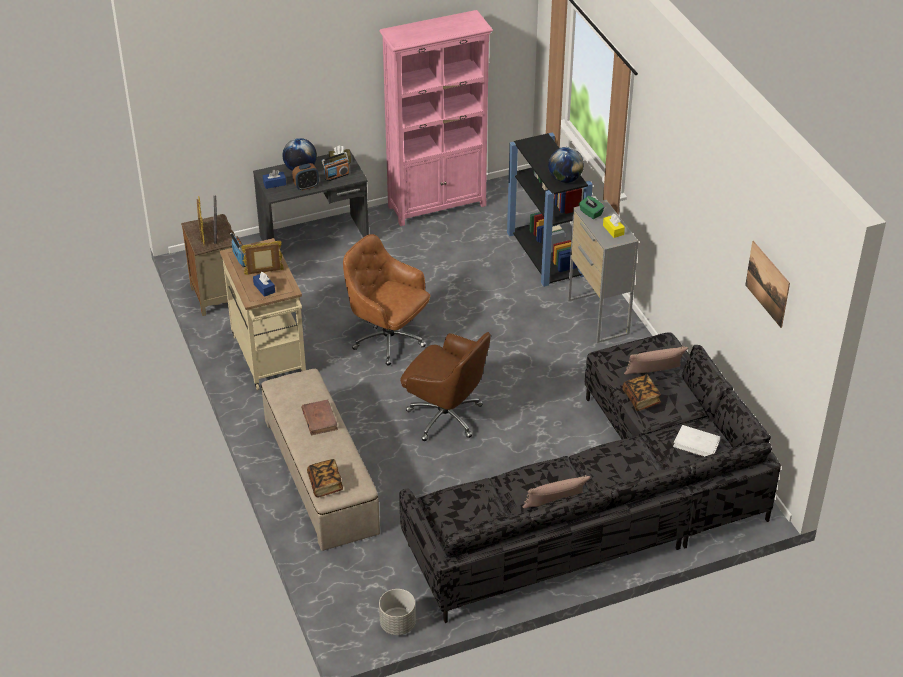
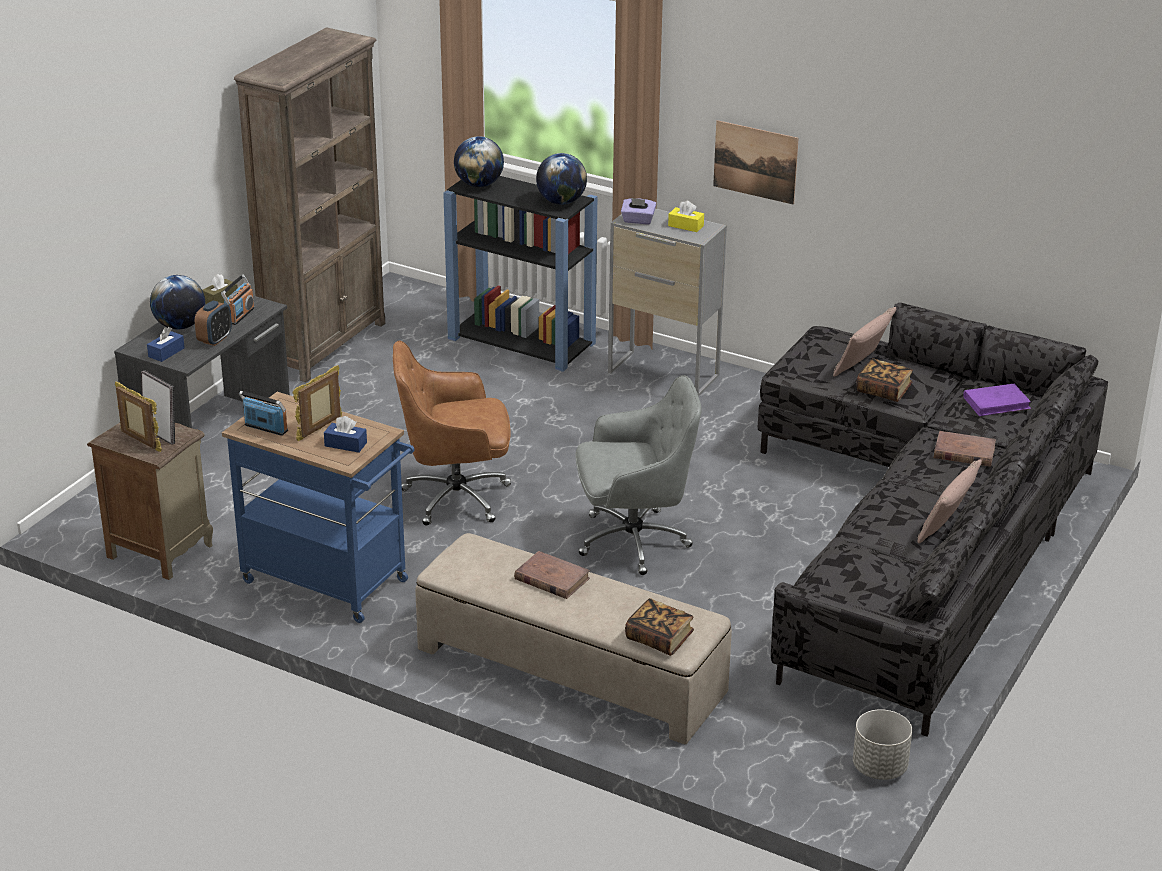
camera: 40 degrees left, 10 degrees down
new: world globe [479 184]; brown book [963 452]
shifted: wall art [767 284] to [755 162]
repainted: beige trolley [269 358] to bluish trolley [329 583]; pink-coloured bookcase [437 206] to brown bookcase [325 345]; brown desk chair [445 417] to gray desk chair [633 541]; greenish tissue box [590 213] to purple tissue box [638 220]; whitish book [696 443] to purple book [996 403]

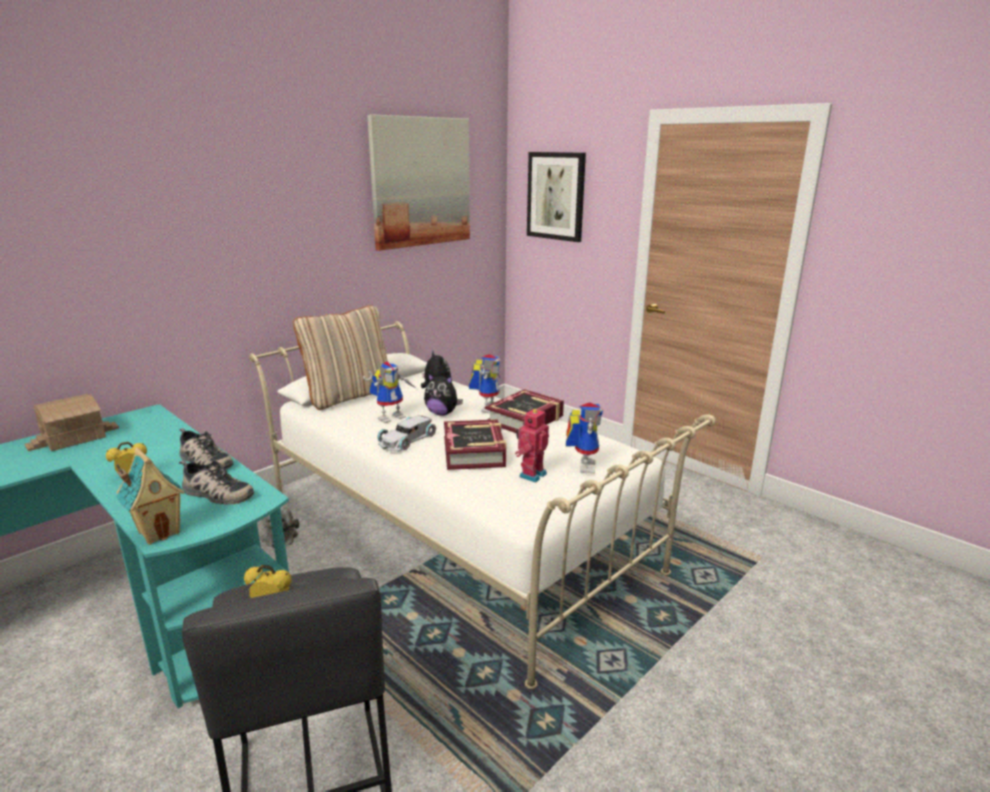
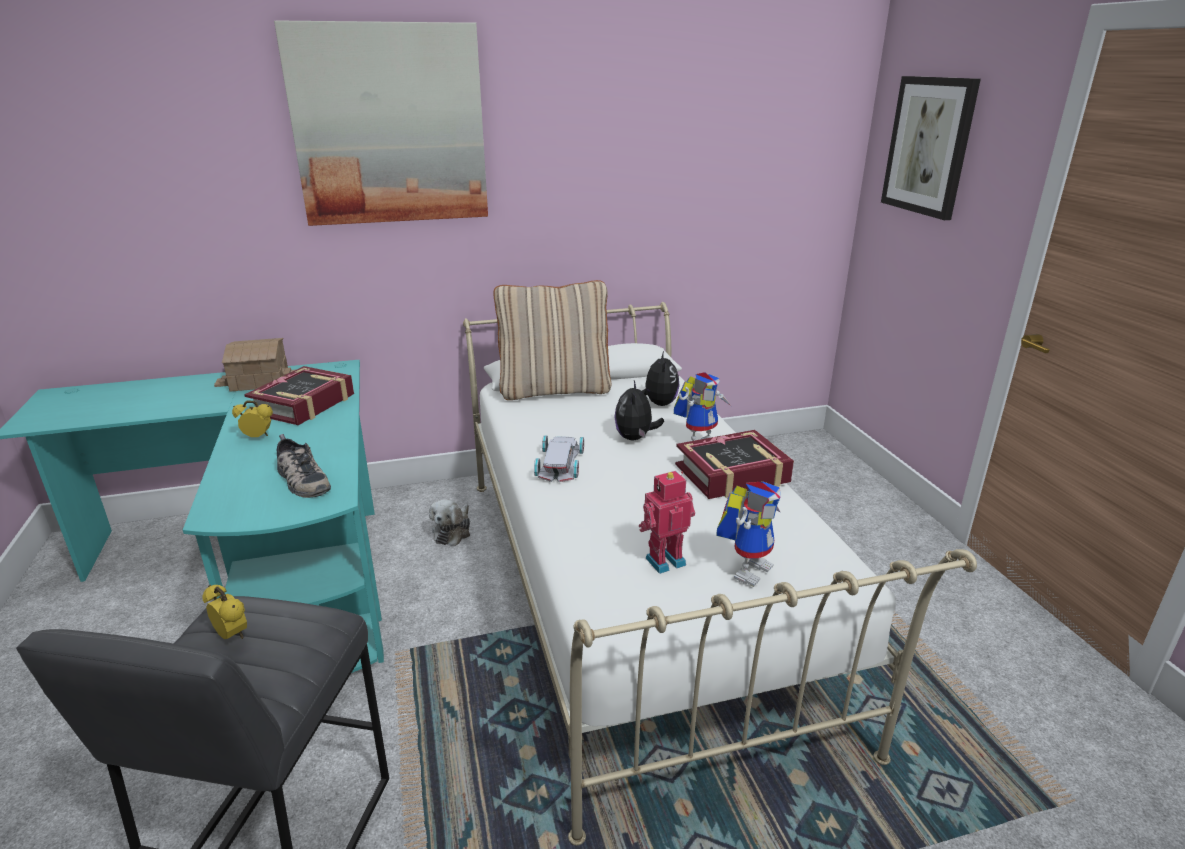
camera: 30 degrees right, 5 degrees up
gone: miniature house [159 532]; shoe [204 461]; robot figure [391 416]
shifted: book [474 452] to [304 404]; wall art [421 182] to [389 126]
rotated: whitish toy car [406 439] = [561 463] 120 degrees clockwise; cuddly toy [442 413] = [635 438] 45 degrees clockwise

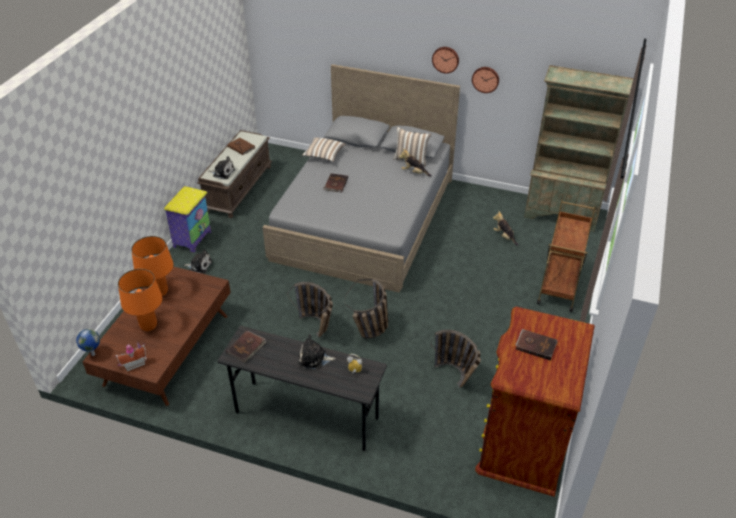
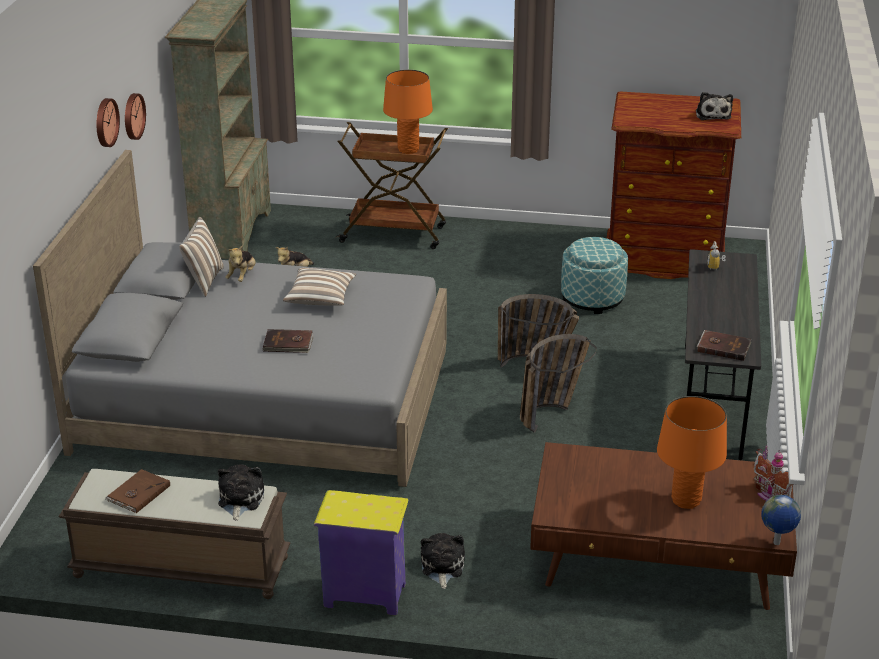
camera: 100 degrees left, 10 degrees down
gone: brown book [536 345]
shifted: pillow [324 155] to [320 298]; orange tabletop lamp [160 291] to [408 150]; cuddly toy [314 358] to [712 114]
swapped: household basket [456 379] to pouffe [592 298]

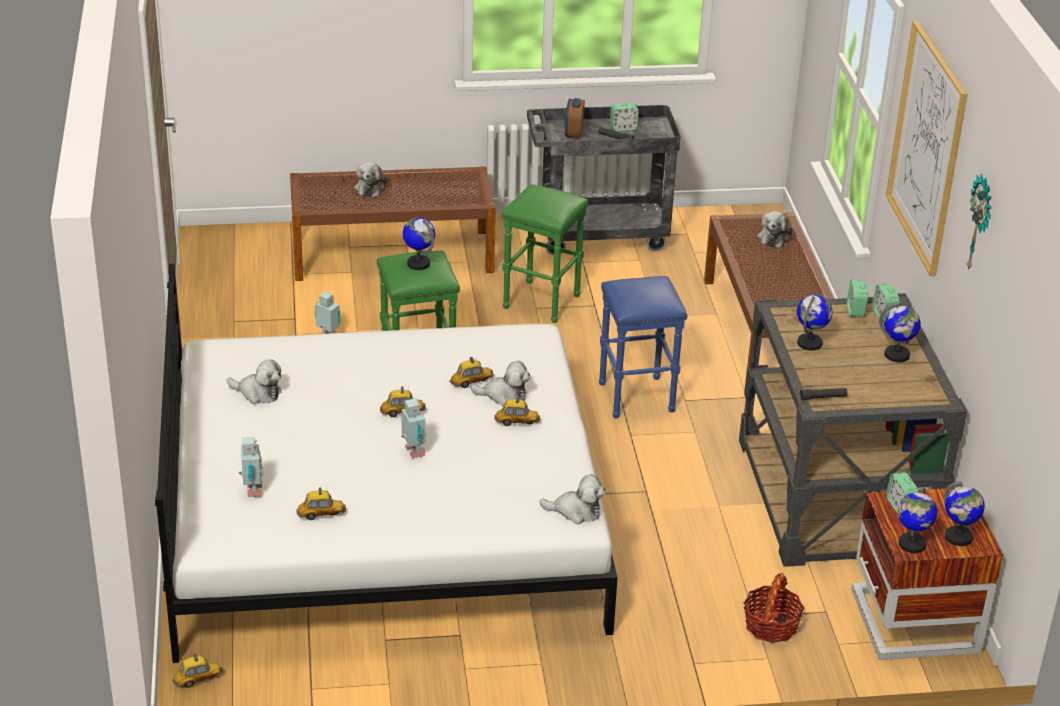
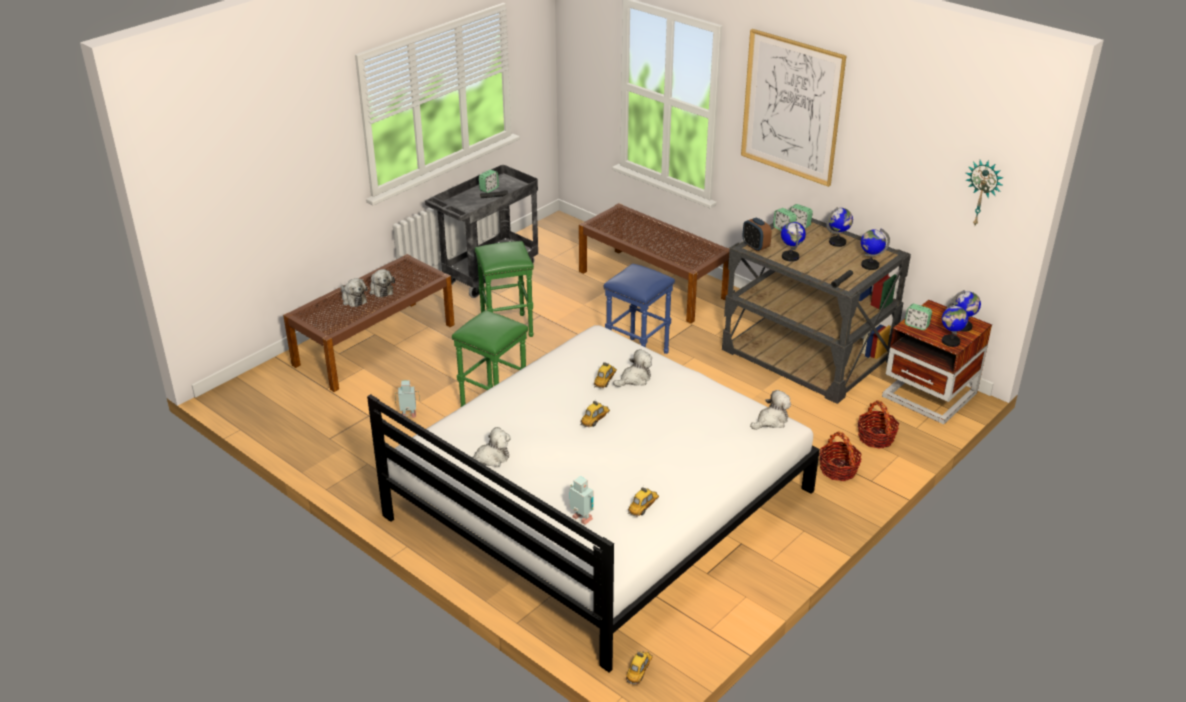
camera: 40 degrees left, 0 degrees up
gone: robot figure [413 452]; toy car [517 422]
new: household basket [838 470]
shifted: cuddly toy [773 237] to [381 289]; alarm clock [573 133] to [755 247]; world globe [418 263] to [869 265]; clock on the wall [981 224] to [982 192]

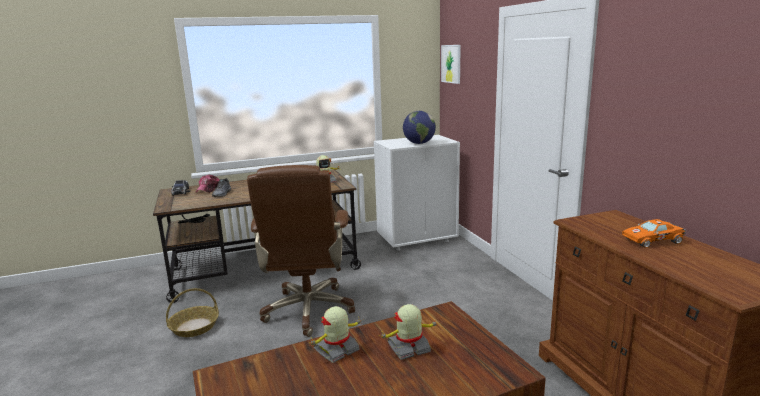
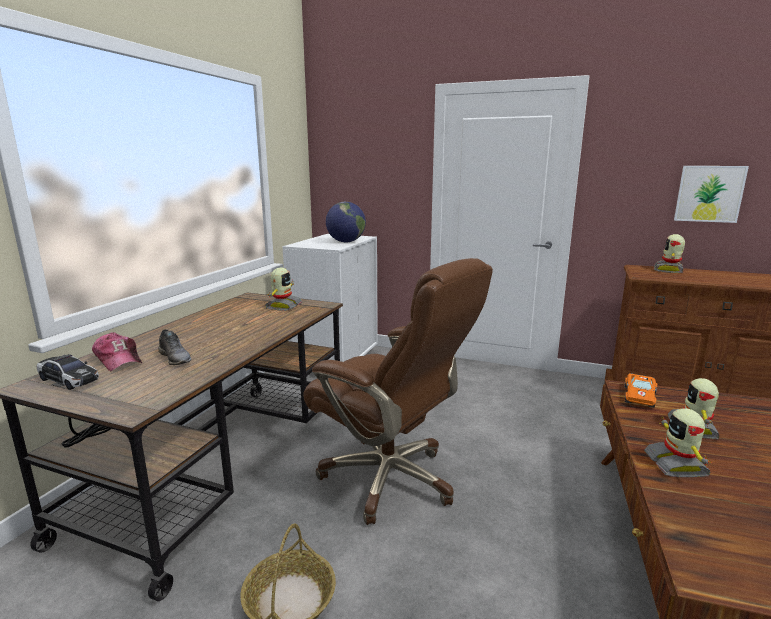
camera: 50 degrees left, 0 degrees up
new: robot figure [669 270]
shifted: orange toy car [653 240] to [639 396]; wall art [451 64] to [709 194]

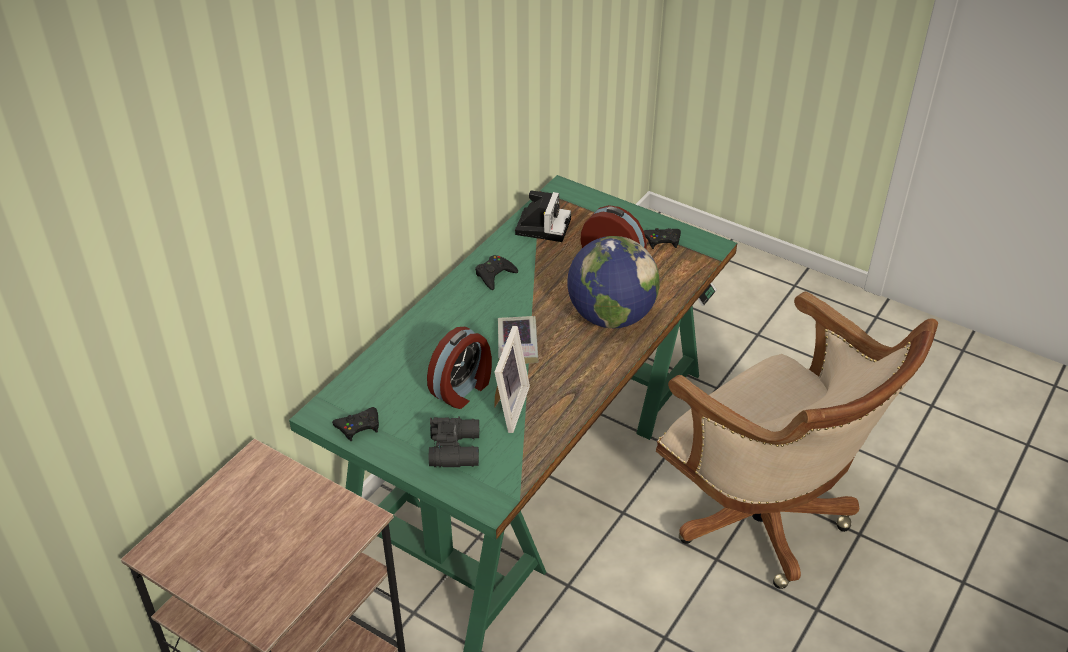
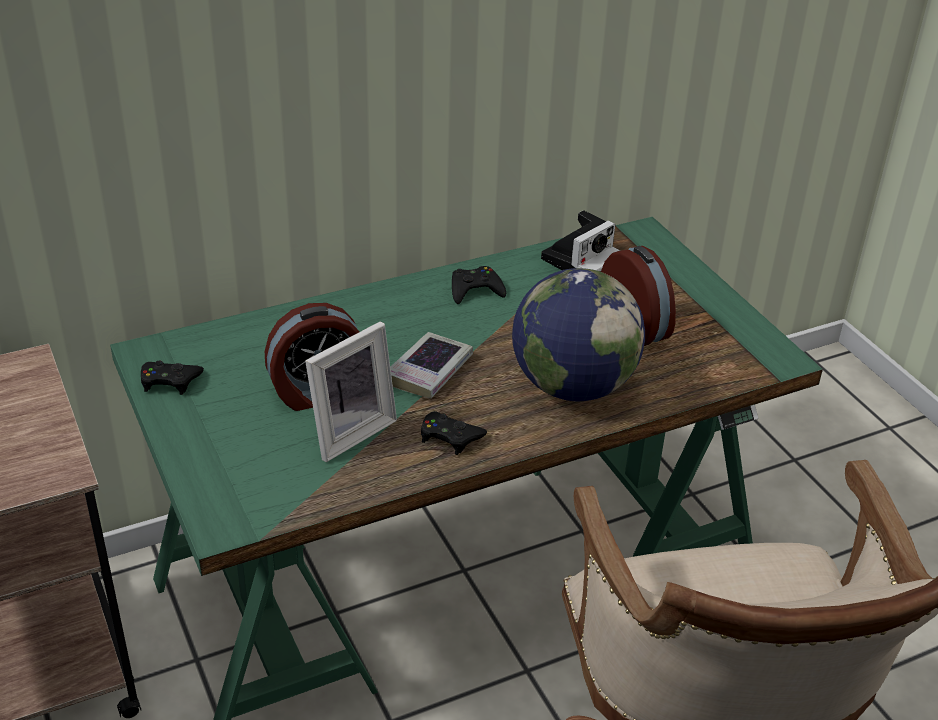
camera: 30 degrees right, 5 degrees down
gone: black-coloured pair of binoculars [456 448]
shifted: black-coloured gamepad [662 240] to [450 437]

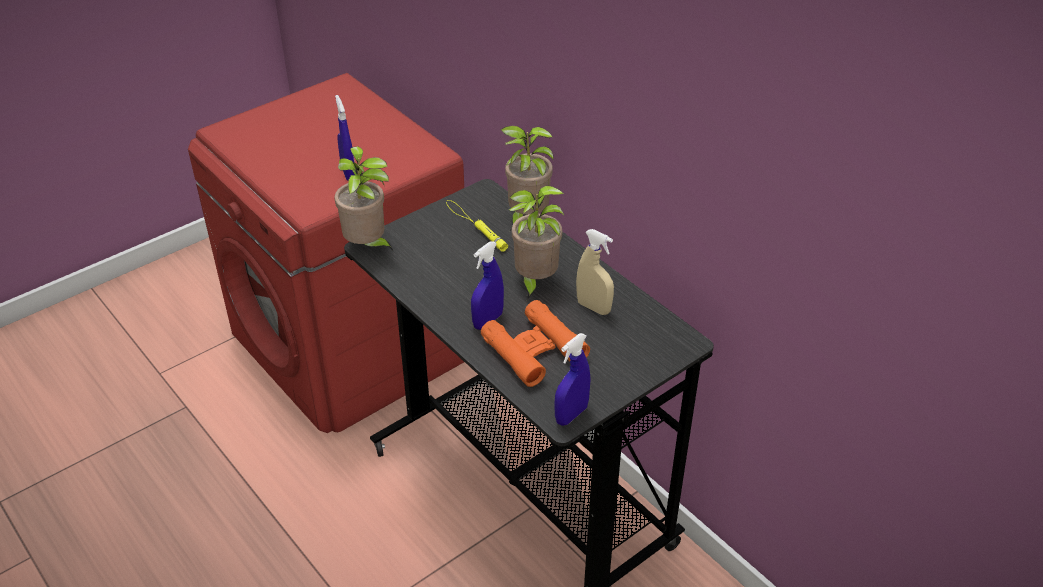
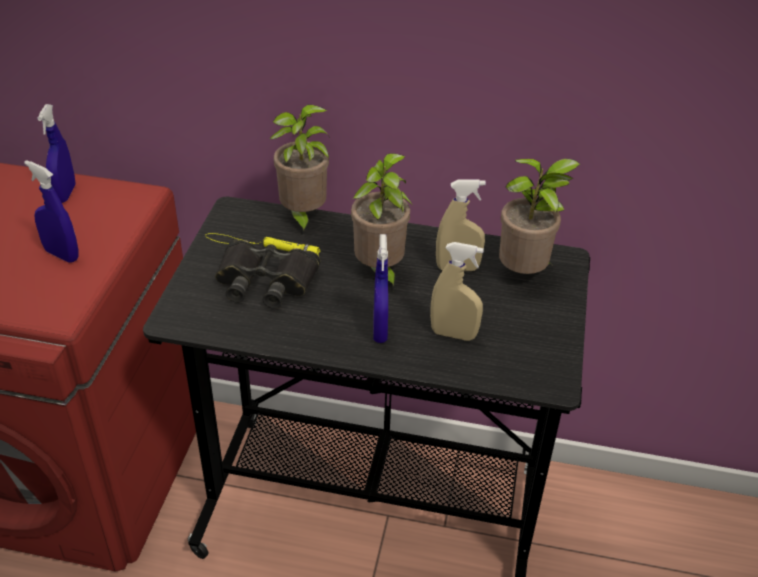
camera: 40 degrees left, 0 degrees up
new: black-coloured pair of binoculars [266 281]
shifted: bluish sprayer [571 415] to [65 194]; potted plant [368 246] to [525 274]
swapped: orange pair of binoculars [534 350] to beige sprayer [453 334]

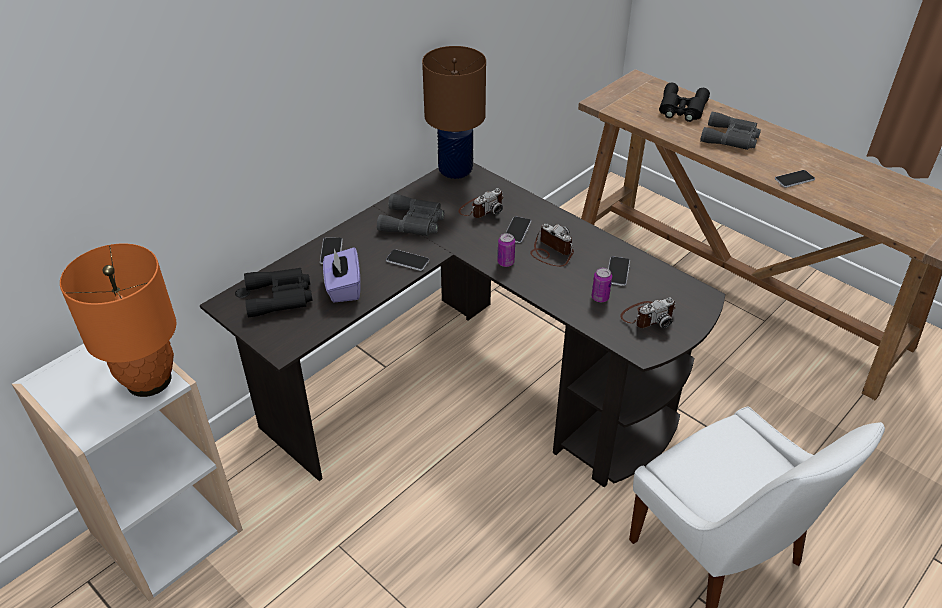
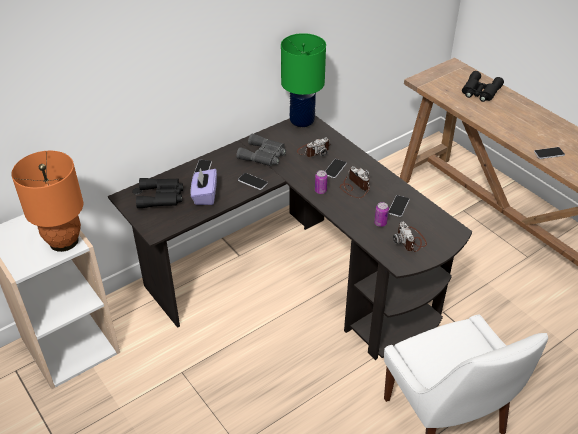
camera: 10 degrees right, 0 degrees up
gone: gray pair of binoculars [731 138]
repainted: brown tabletop lamp [455 172] to greenish tabletop lamp [302 122]
rotated: photo camera [647 316] = [410 240] 90 degrees clockwise

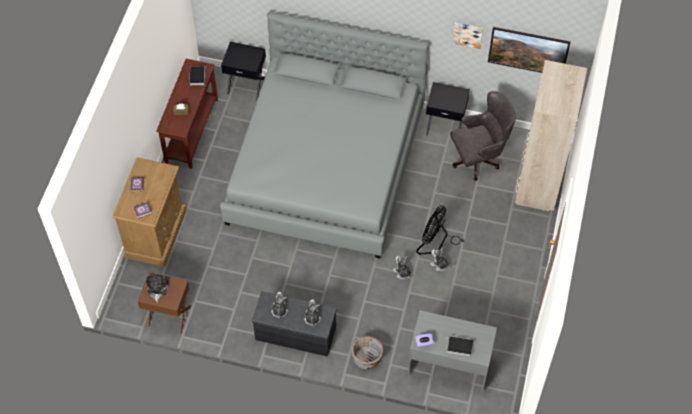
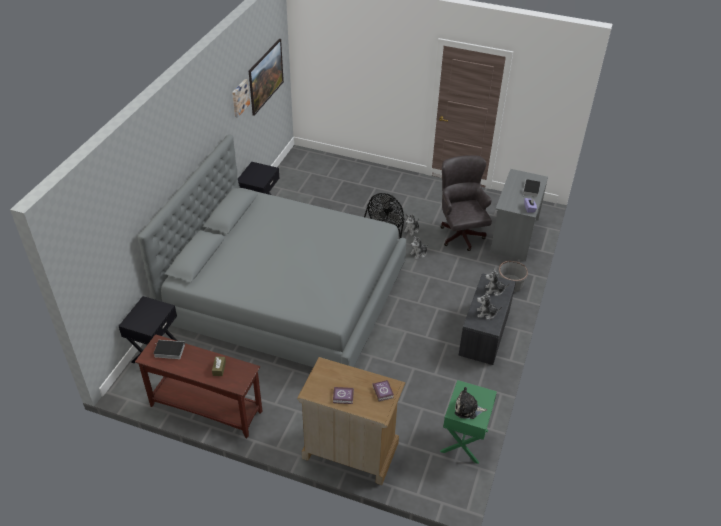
camera: 85 degrees left, 15 degrees down
gone: beige wardrobe [537 185]
shifted: gray desk chair [478 160] to [460 234]
repainted: brown night table [168 316] to greenish night table [465 441]

